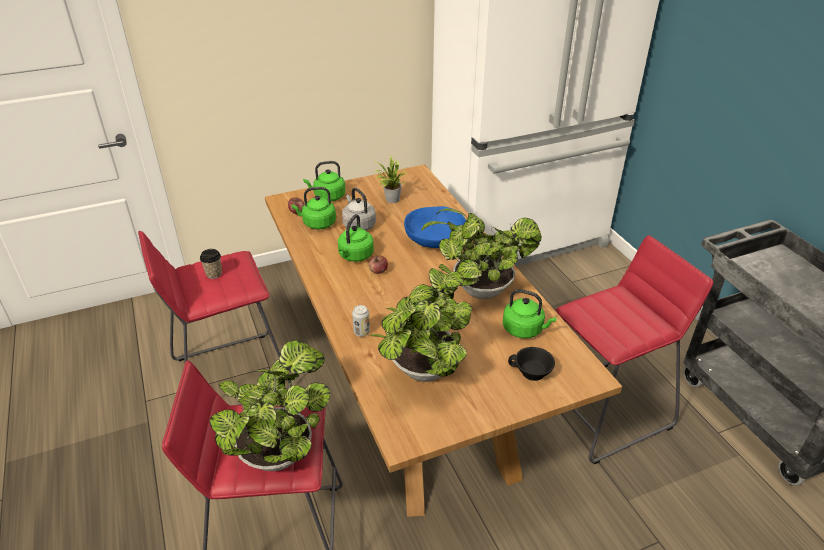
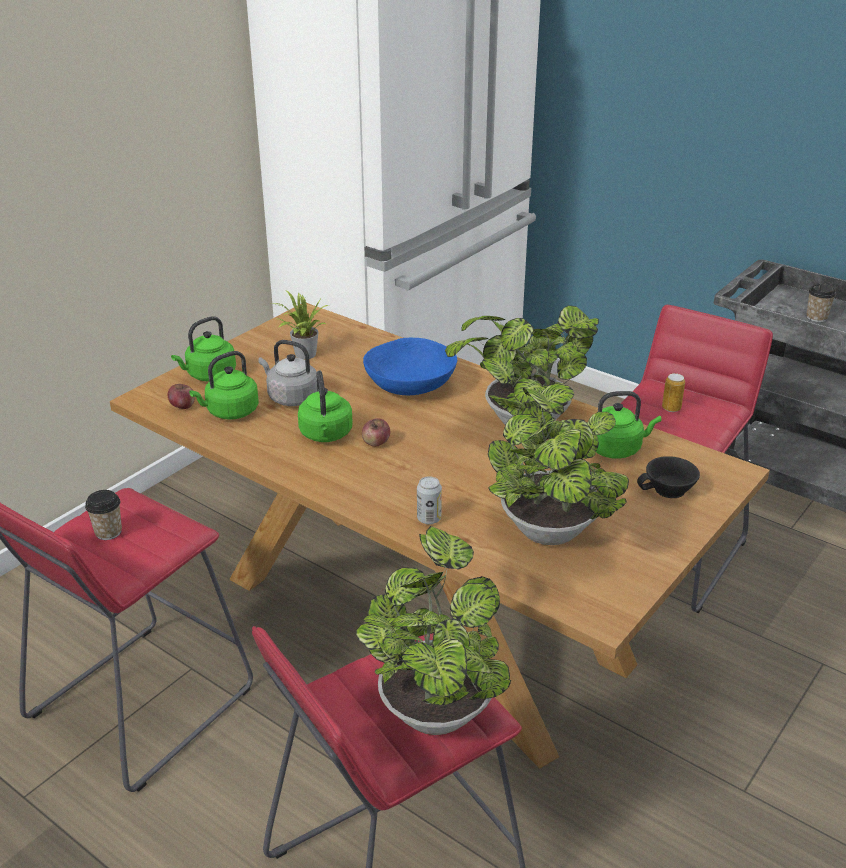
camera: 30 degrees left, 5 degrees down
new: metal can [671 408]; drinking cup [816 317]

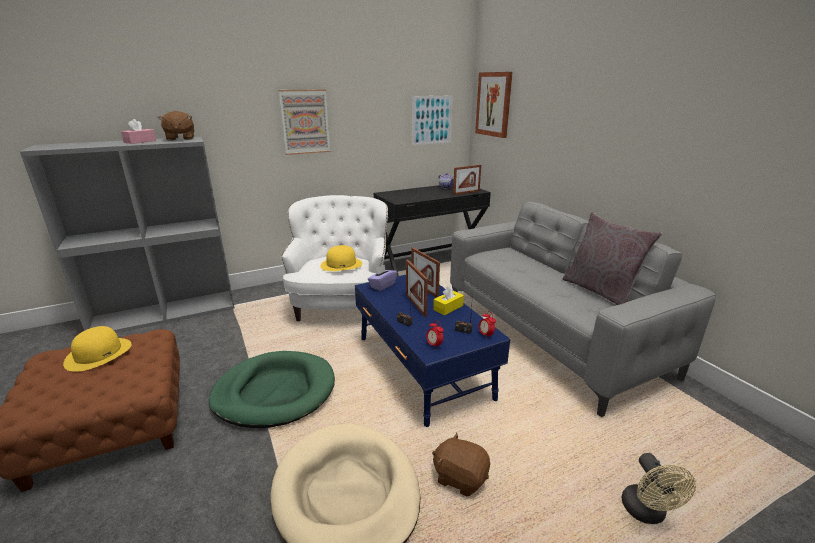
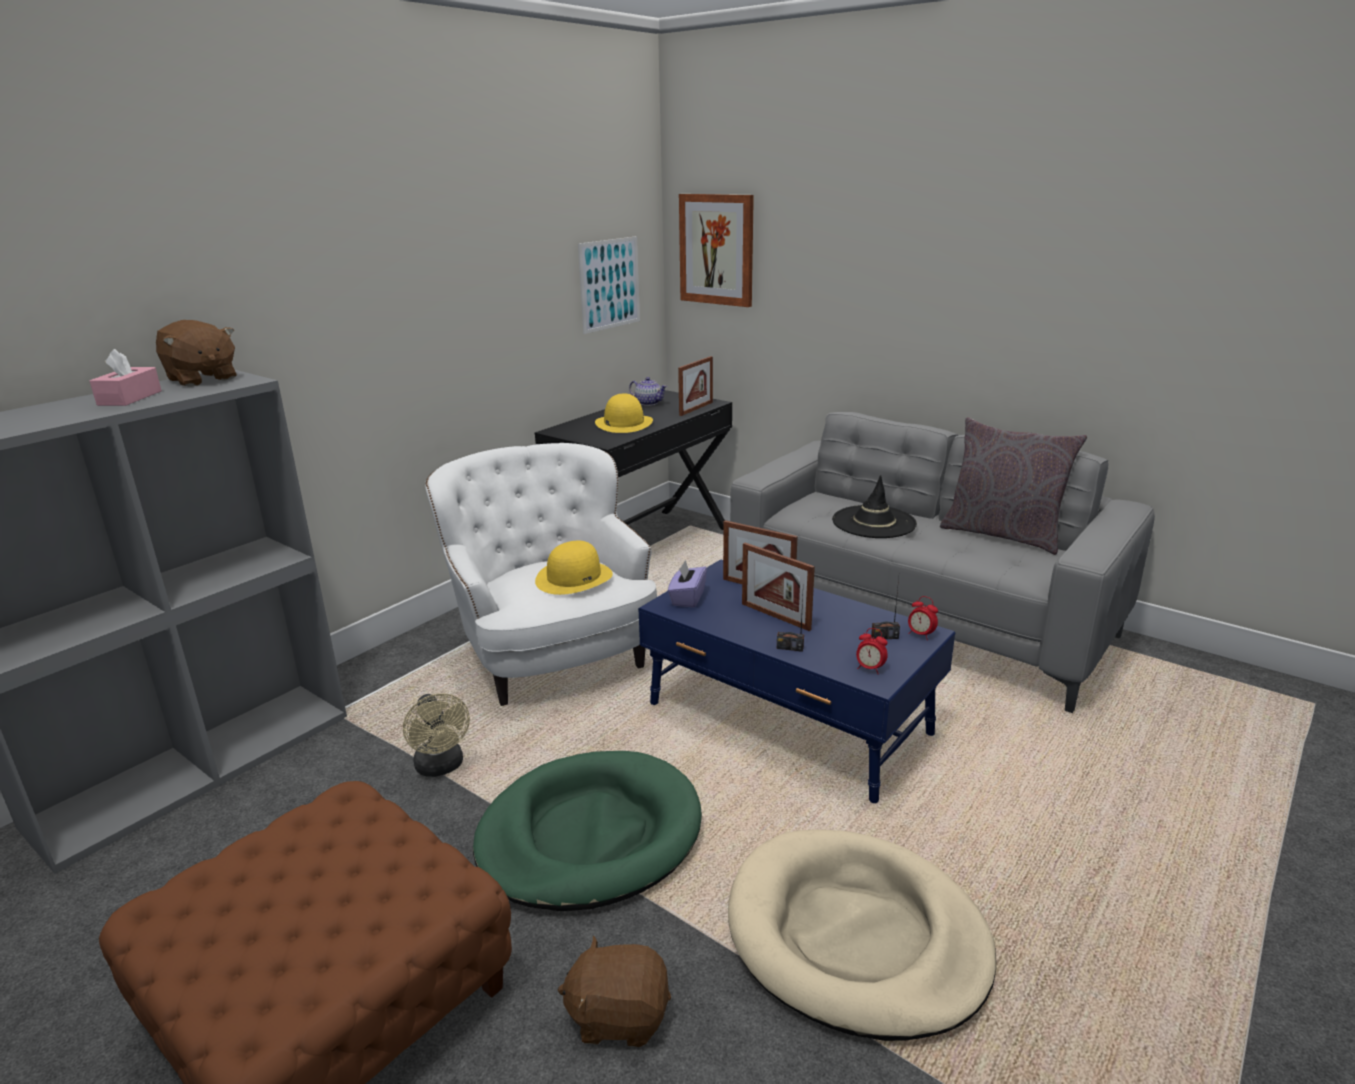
camera: 25 degrees left, 0 degrees up
gone: wall art [305 122]; yellow tissue box [448 308]
new: black-coloured wearable hat [873 522]
shifted: beige electric fan [647 513] to [441 767]; brown cuddly toy [460 477] to [618 1015]; yellow wearable hat [98 353] to [624 423]

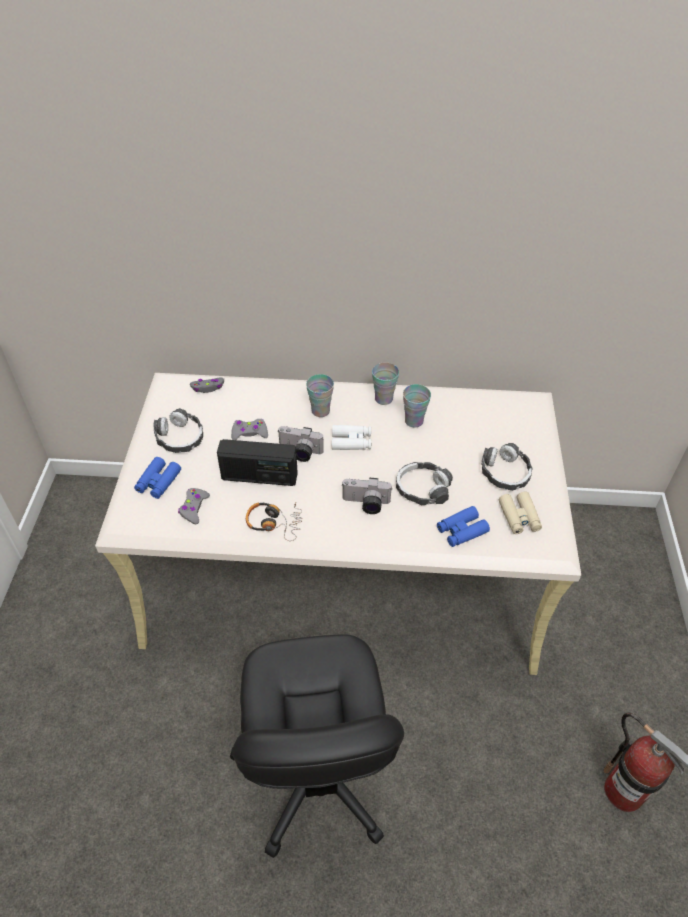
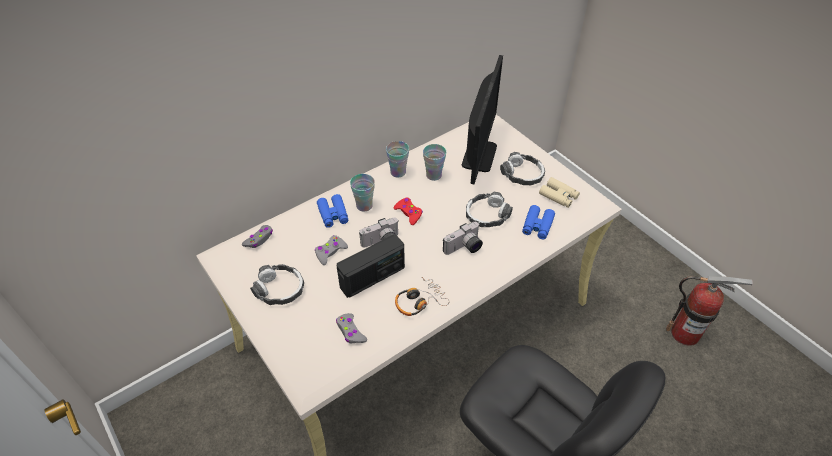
camera: 40 degrees left, 0 degrees up
new: computer screen [479 155]
shifted: bluish pair of binoculars [158 482] to [333 214]
swapped: whitish pair of binoculars [351 441] to red-coloured gamepad [409 213]

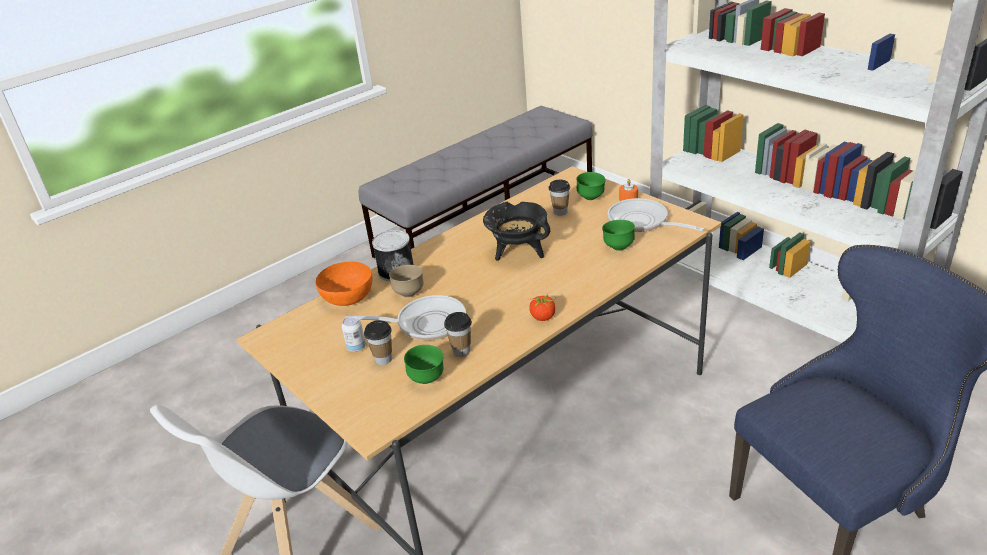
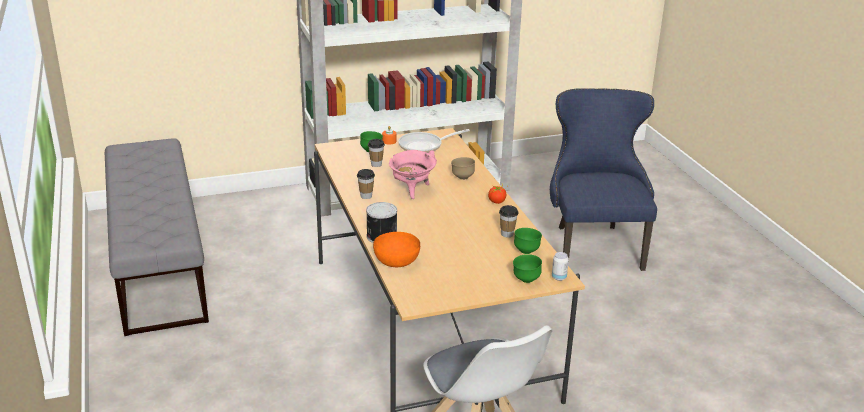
camera: 70 degrees left, 5 degrees down
gone: pan [425 323]
shifted: drinking cup [383 359] to [366 196]; brown deep dish [409 293] to [462 177]; greenish deep dish [618 247] to [526 280]; metal can [356 347] to [559 277]
repainted: black-coloured cooking pot [518 252] to pink-coloured cooking pot [412 190]

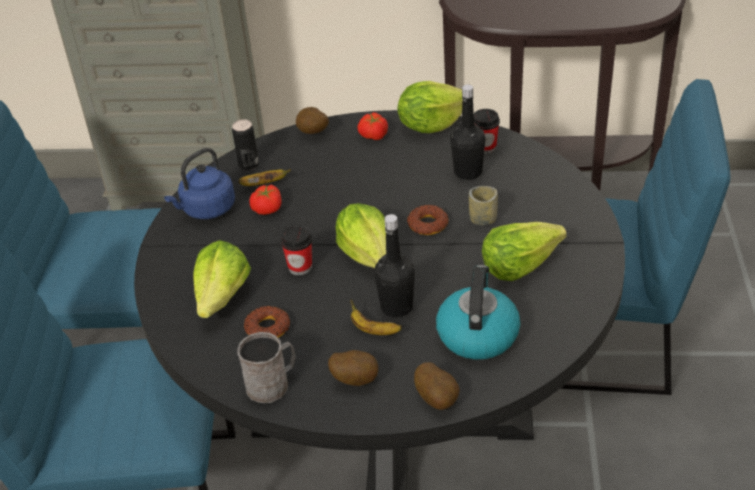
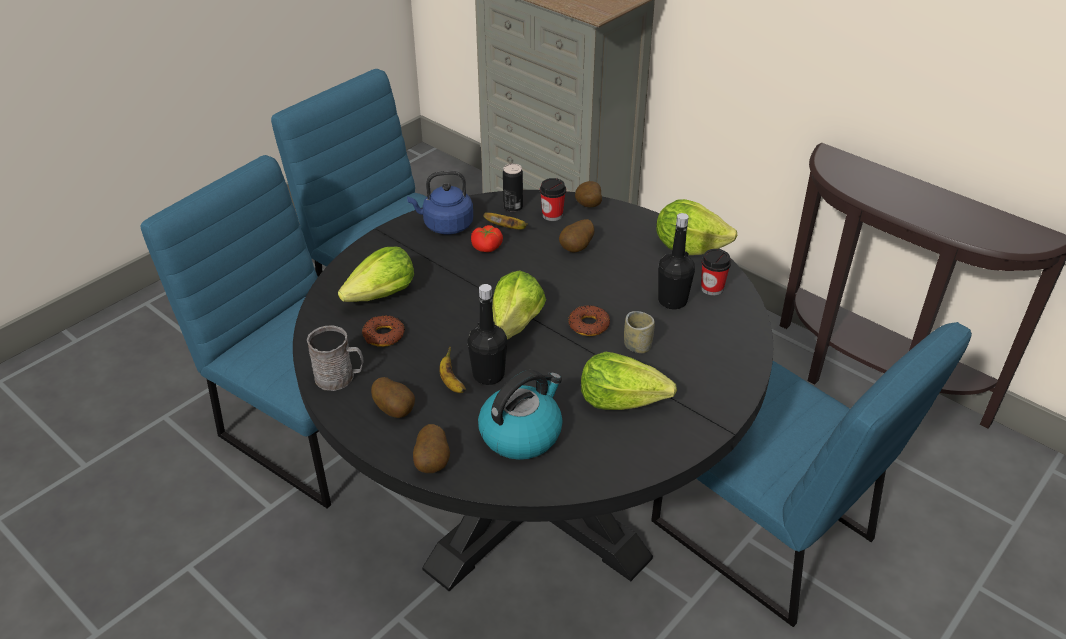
camera: 35 degrees right, 0 degrees up
gone: fresh tomato [373 135]
new: whole potato [577 248]
shifted: drinking cup [300 267] to [552 215]

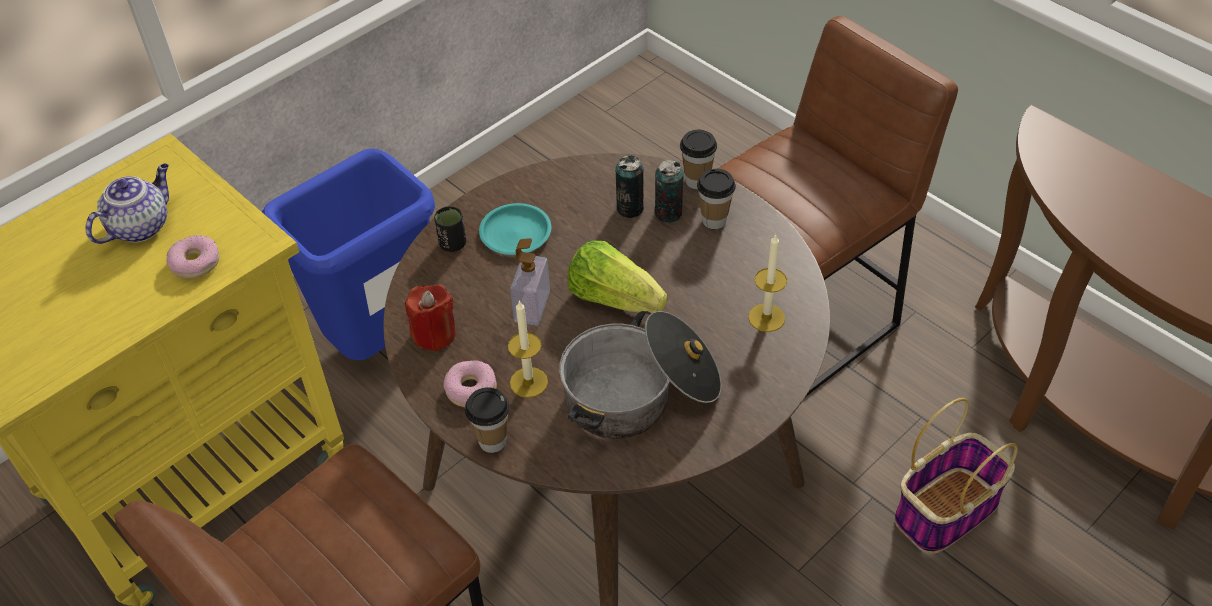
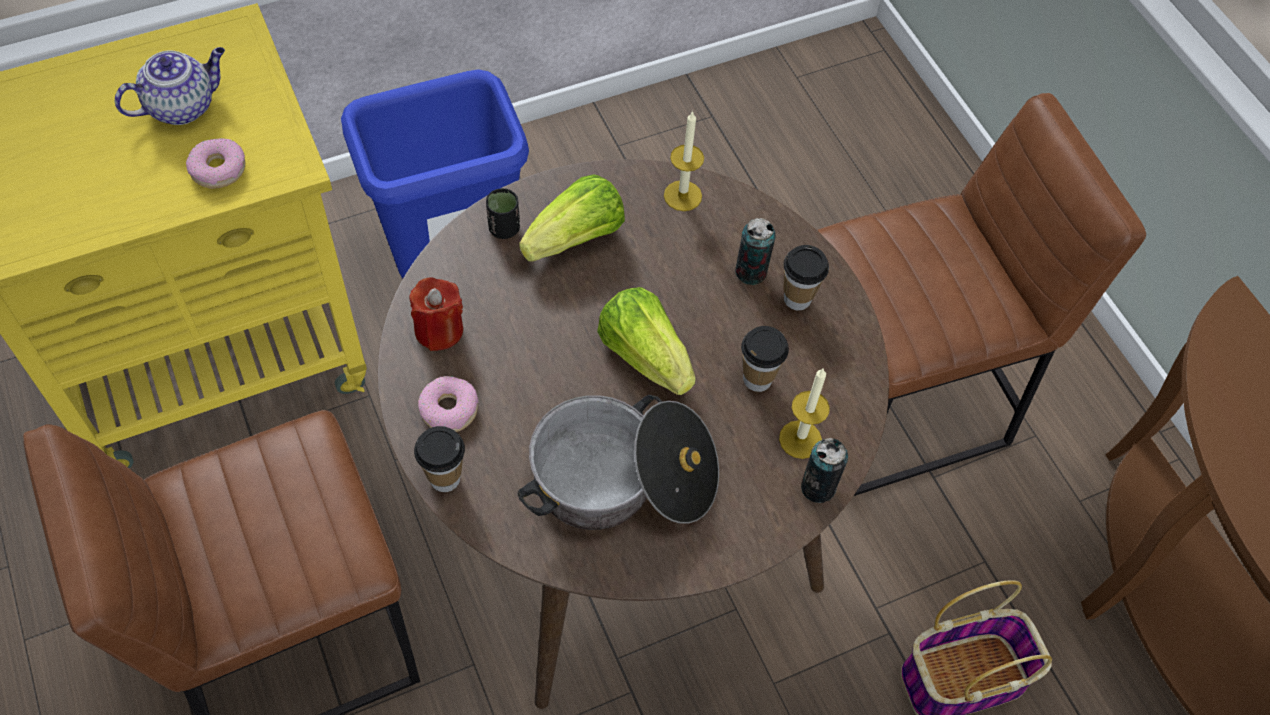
camera: 15 degrees right, 10 degrees up
gone: soap dispenser [532 306]
shifted: candle [528 382] to [682 195]; drinking cup [697 181] to [757 379]; metal can [630 208] to [818 487]
swapped: turquoise dinner plate [516 233] to lettuce [576 239]

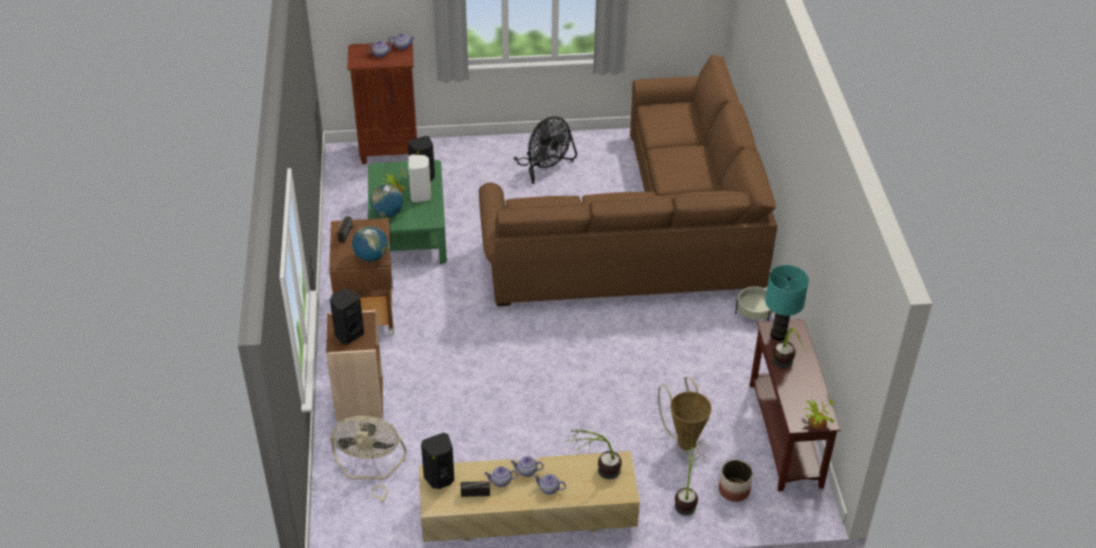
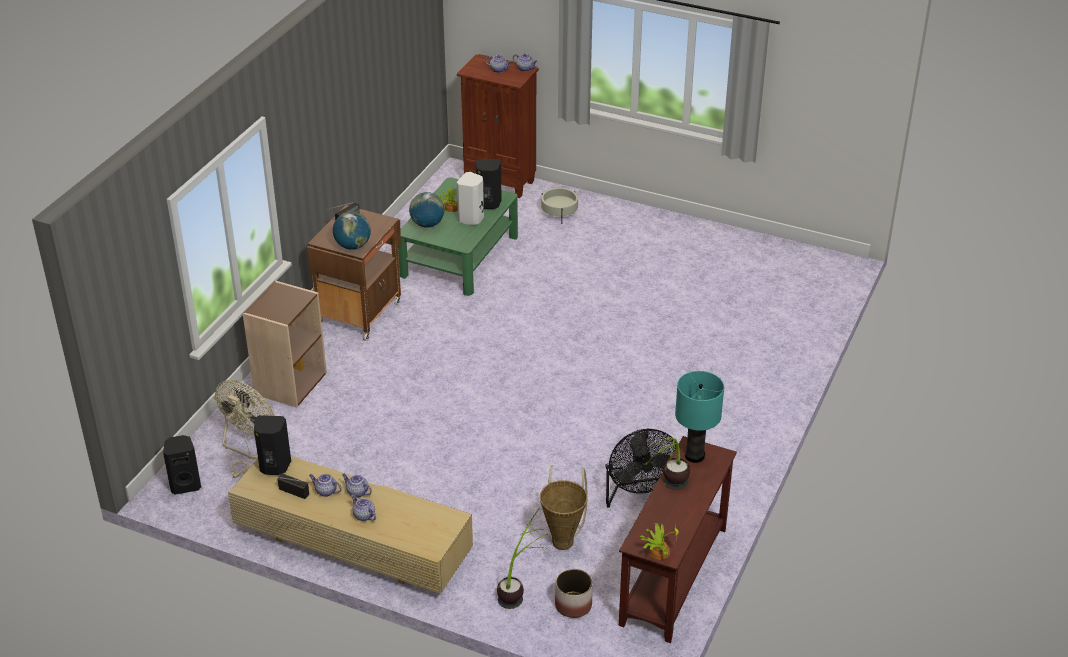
camera: 30 degrees right, 5 degrees down
gone: brown sofa [646 231]; potted plant [596 473]
shifted: black-coloured loudspeaker [348 334] to [185 485]; beige flower pot [754 312] to [559 213]; black-coloured electric fan [543 167] to [637 490]

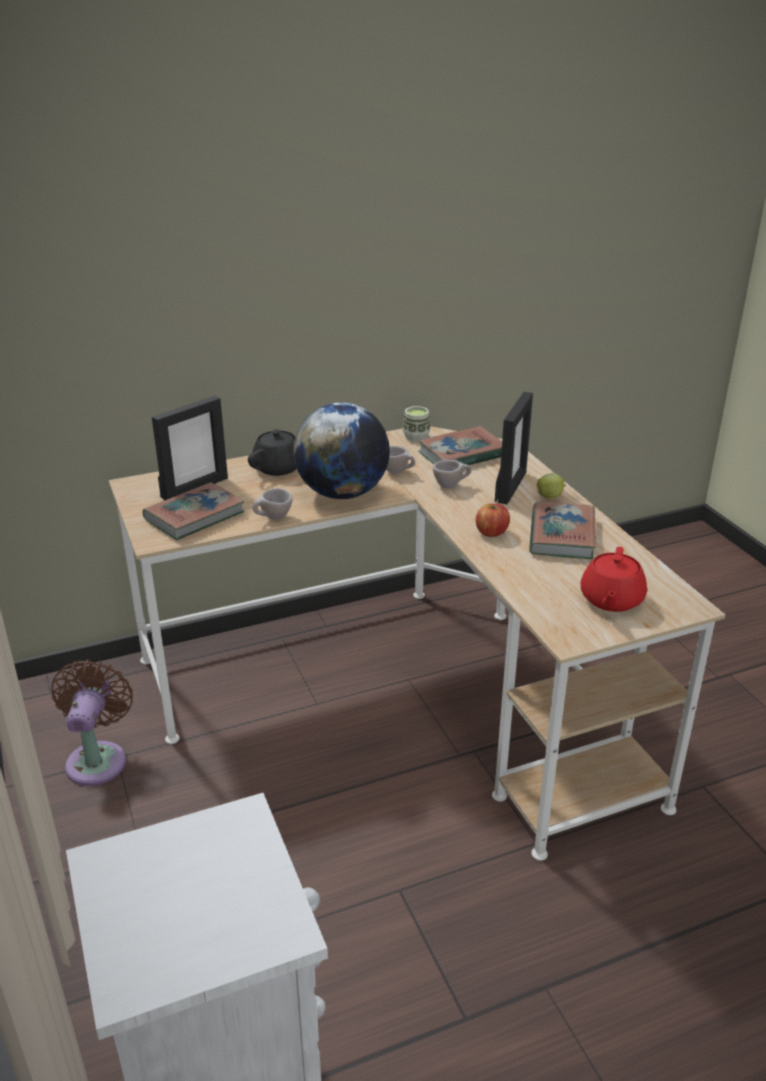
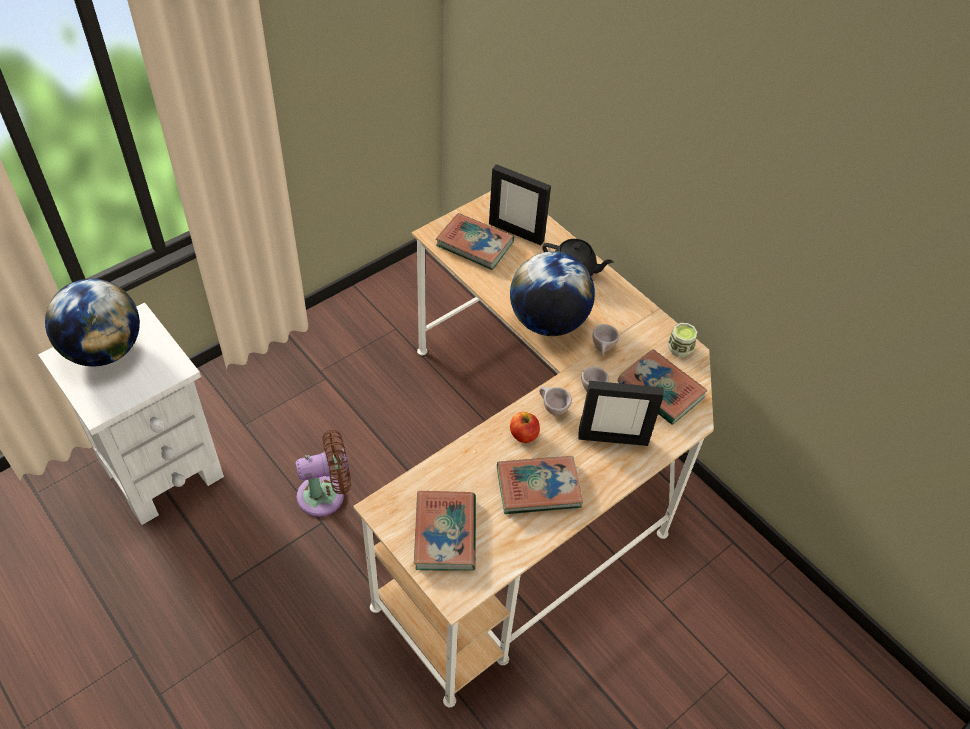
camera: 70 degrees right, 20 degrees up
gone: apple [550 497]
new: world globe [104 350]
shifted: brown electric fan [98 758] to [326 495]; beige drinking cup [273 518] to [551 408]
swapped: red-coloured tea pot [611 600] to book [445 533]

